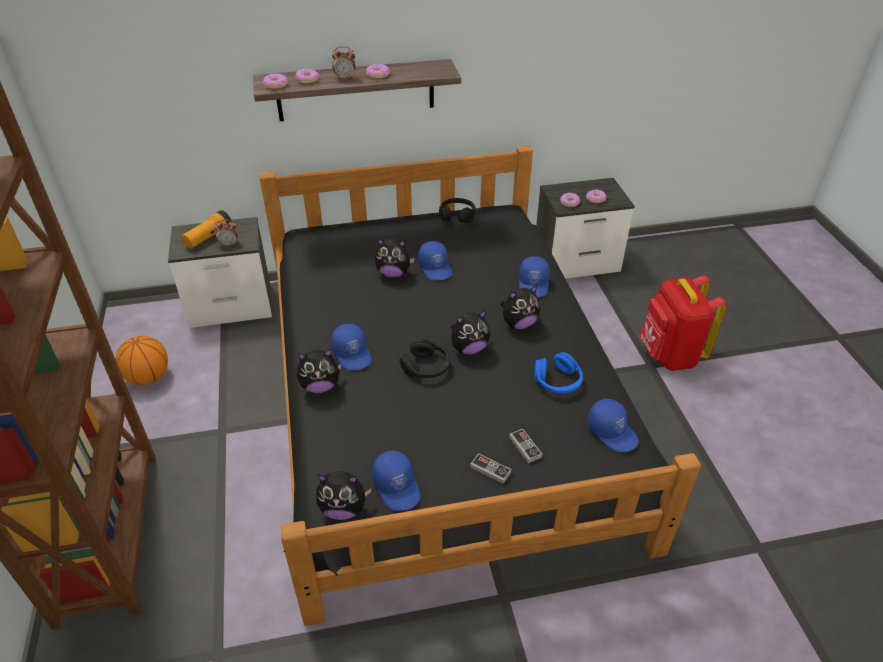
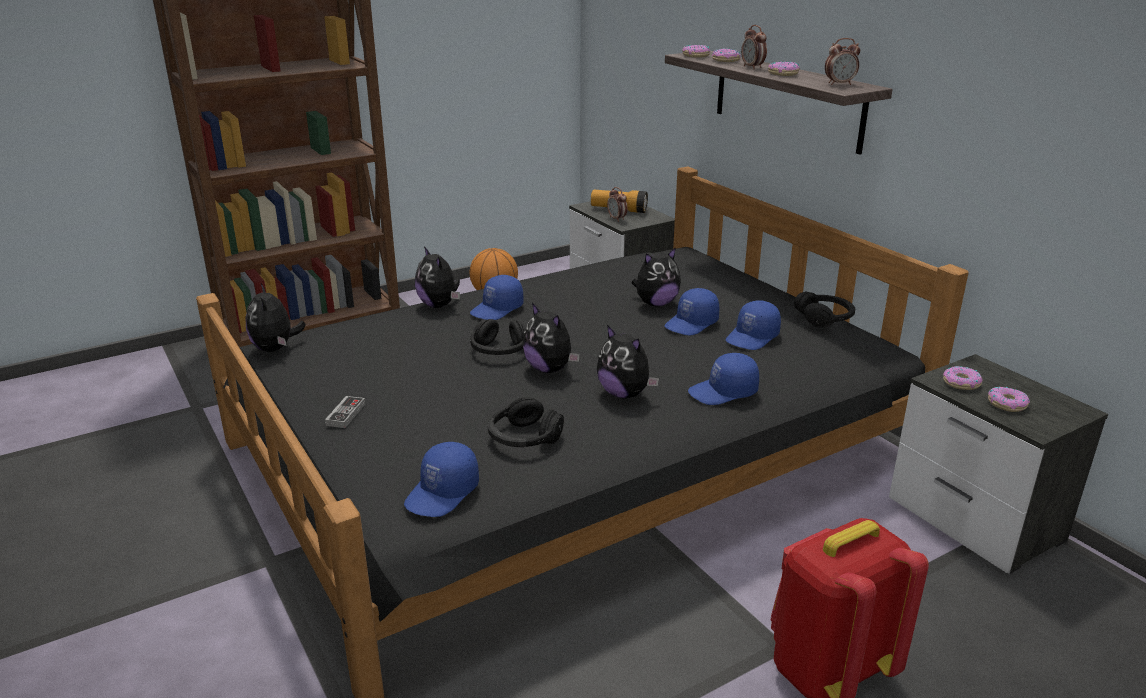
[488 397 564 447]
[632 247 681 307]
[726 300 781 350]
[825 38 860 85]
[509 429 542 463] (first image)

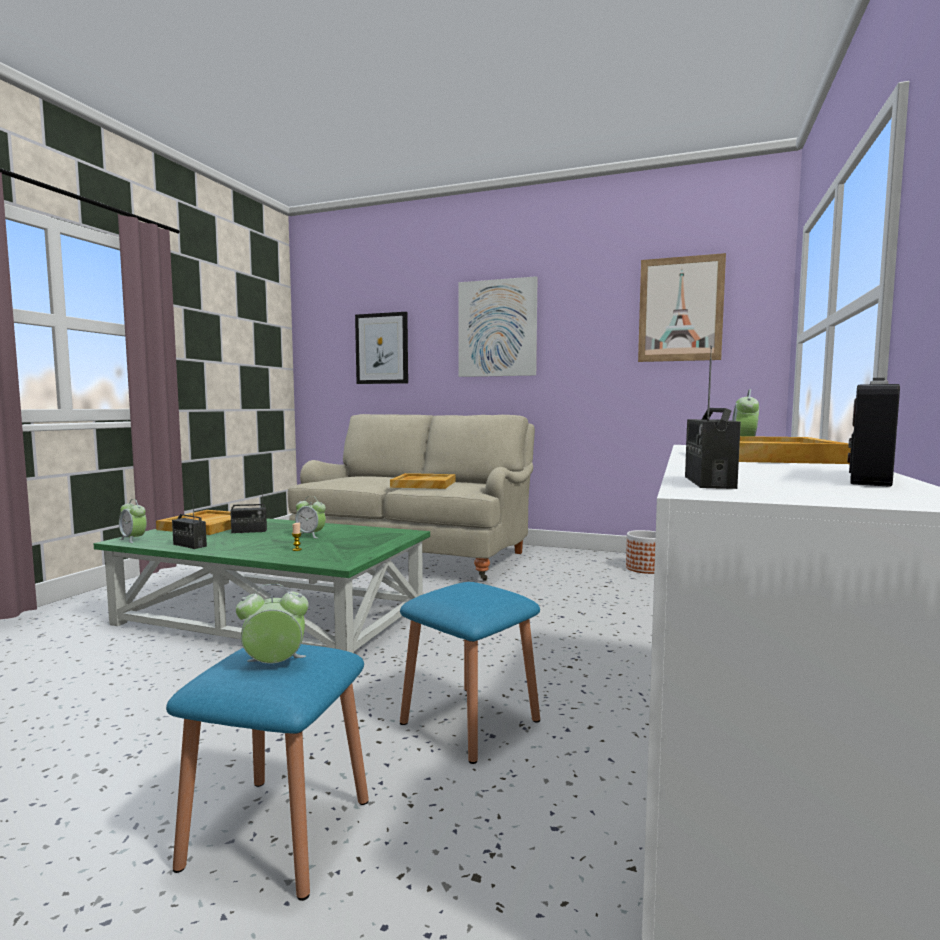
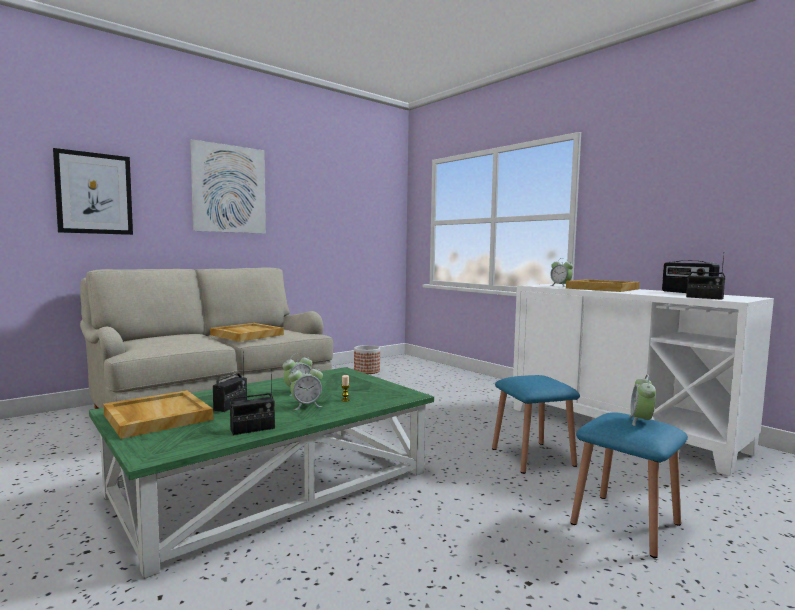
[288 364 323 410]
[638 253 726 362] (first image)

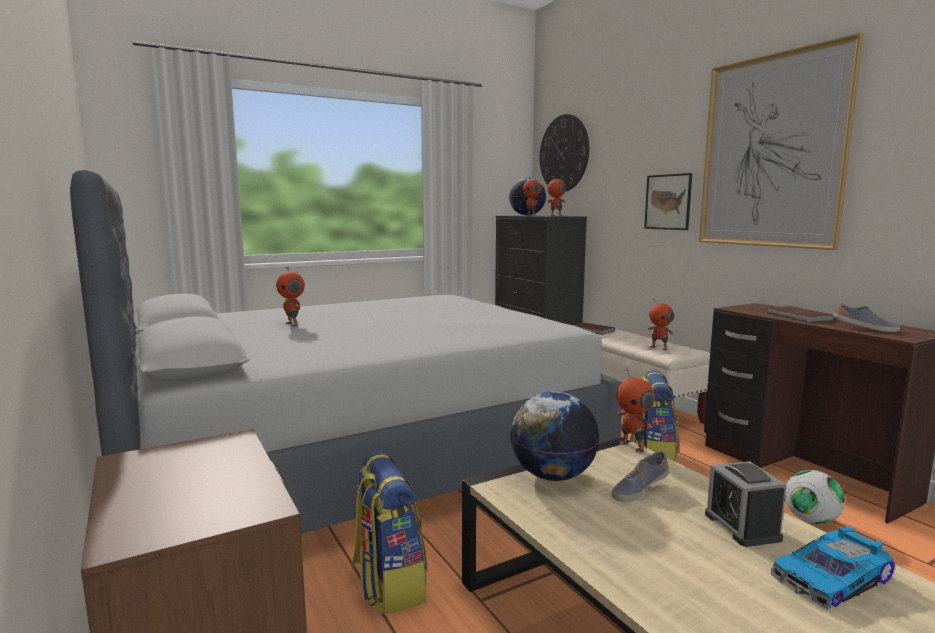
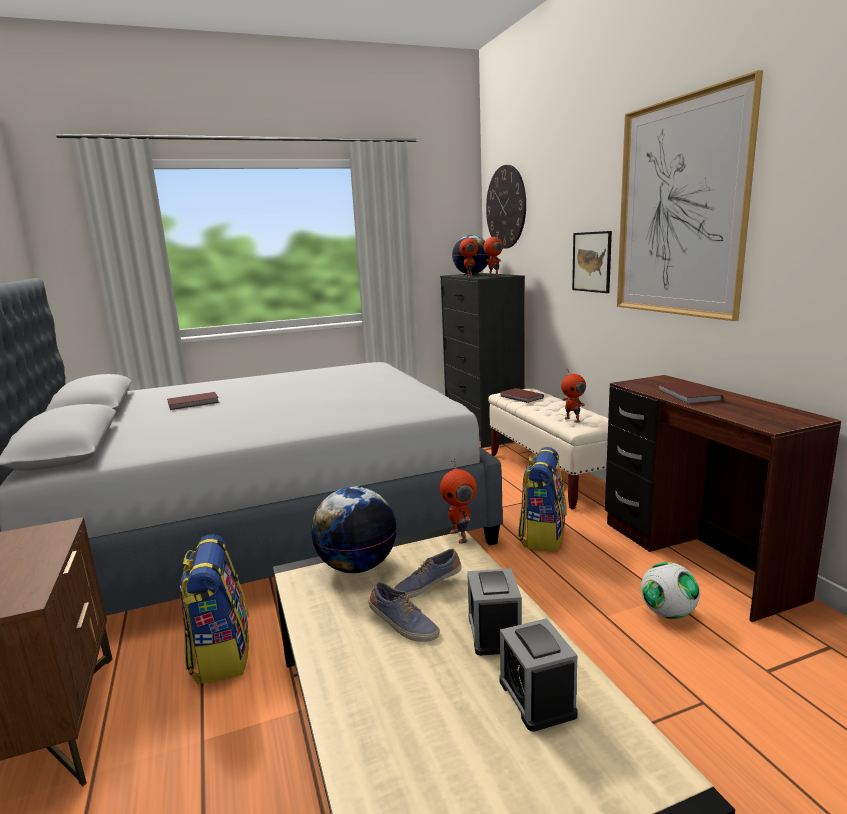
[167 392 219 410]
[369 581 440 642]
[499 618 578 732]

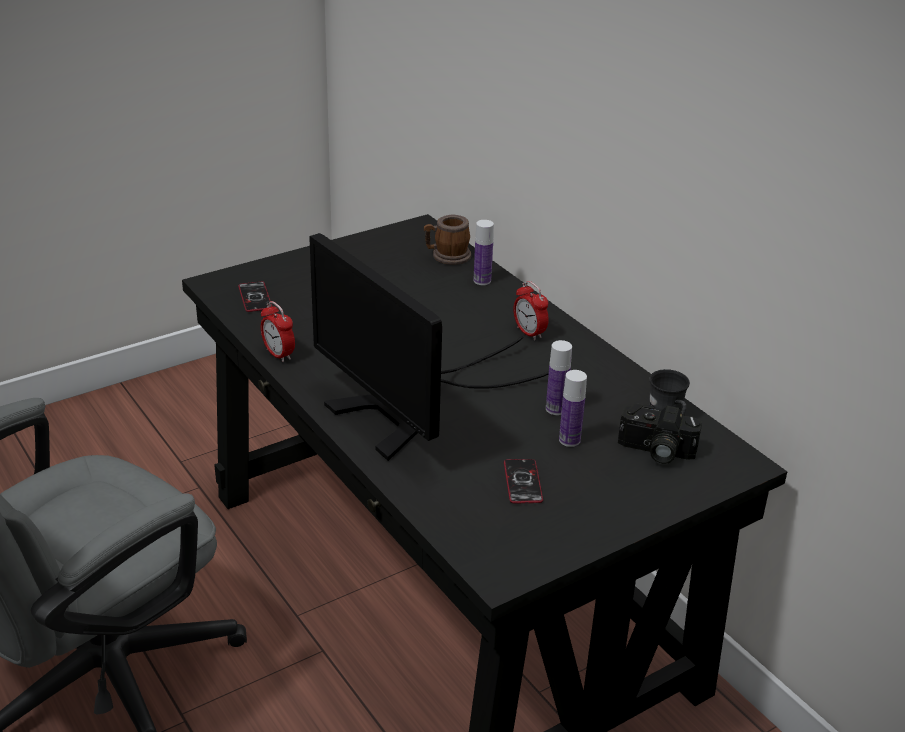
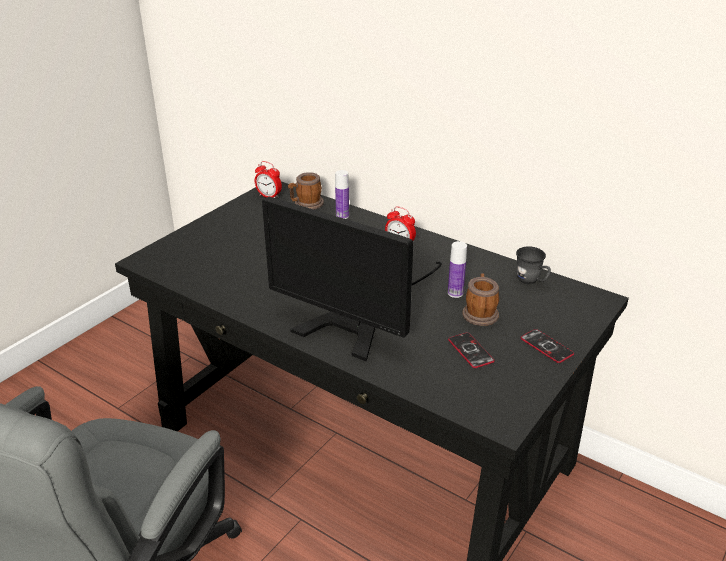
[255 161 282 198]
[462 273 499 326]
[520 329 574 363]
[618 403 702 464] (first image)

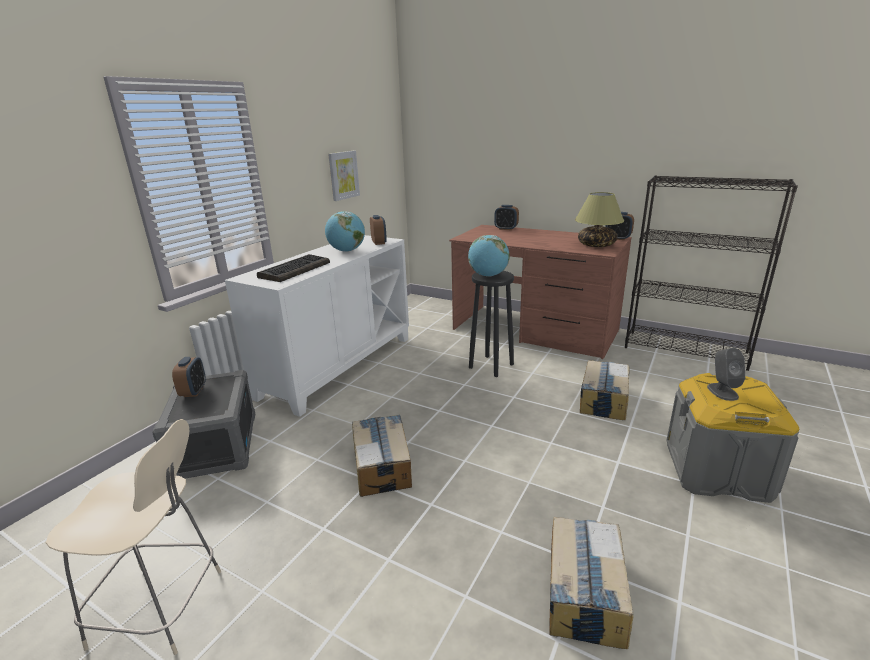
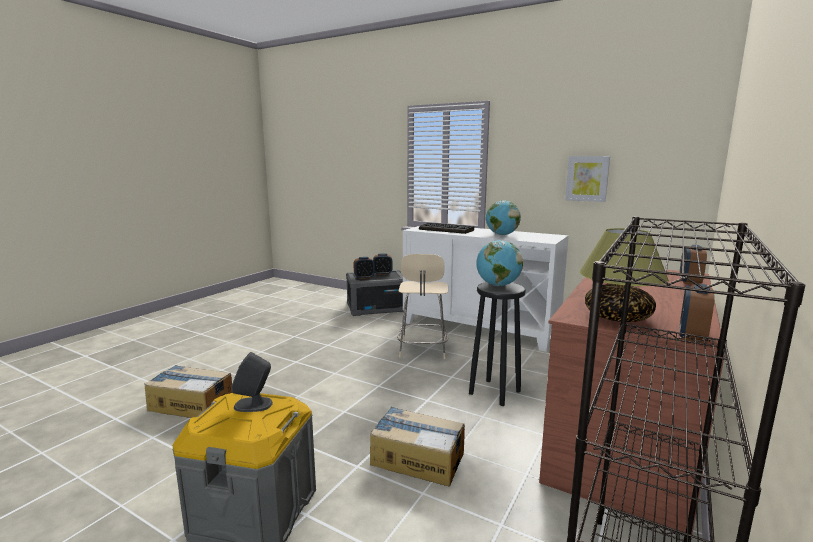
[354 257 375 279]
[397 254 448 359]
[352 415 412 497] (first image)

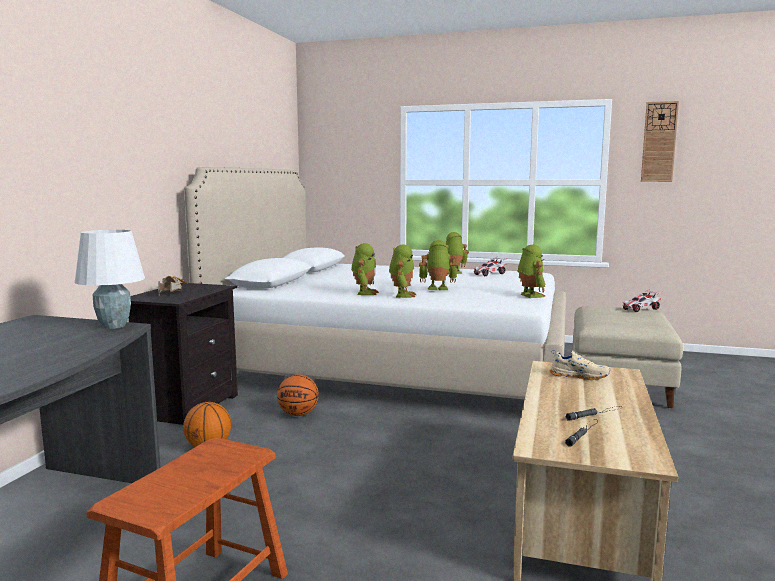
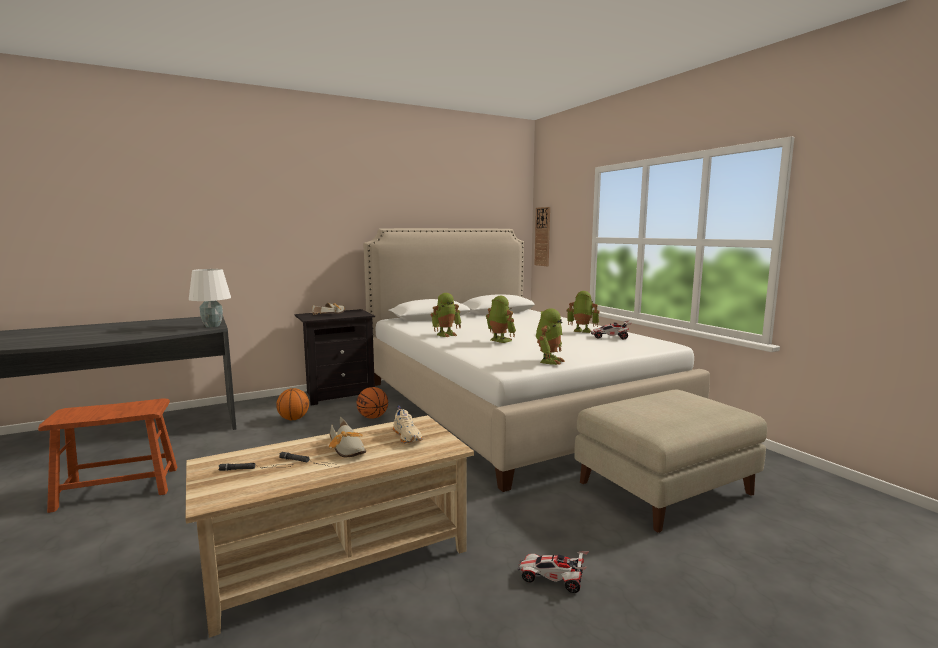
[329 417 366 457]
[518 552 589 593]
[535 207 550 266]
[389 244 416 298] (first image)

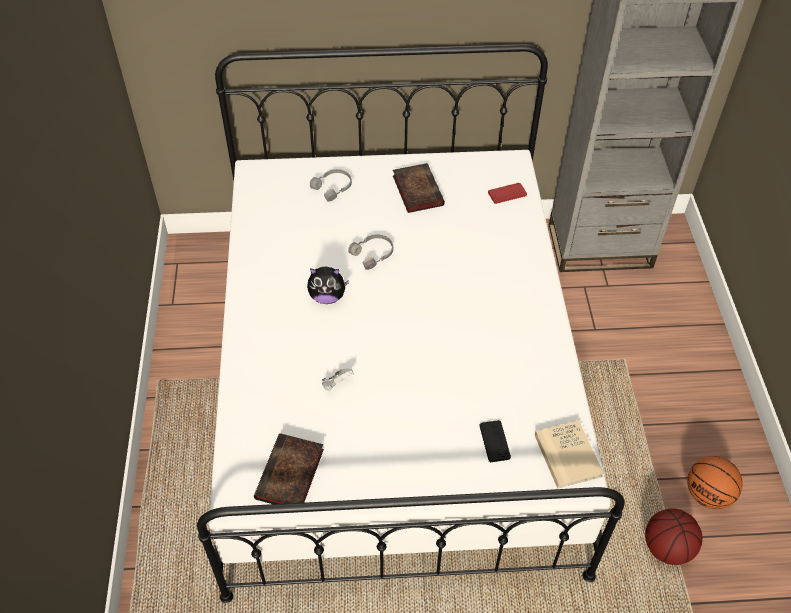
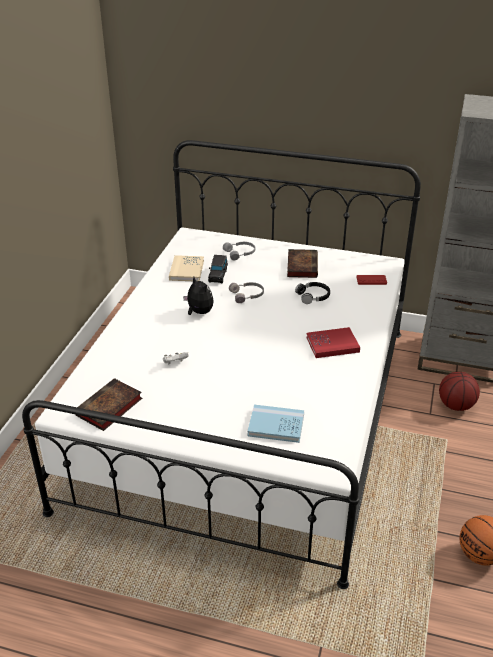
[169 255 204 281]
[183 277 214 315]
[208 255 228 283]
[247 405 304 443]
[295 282 330 304]
[306 327 360 358]
[439 372 480 411]

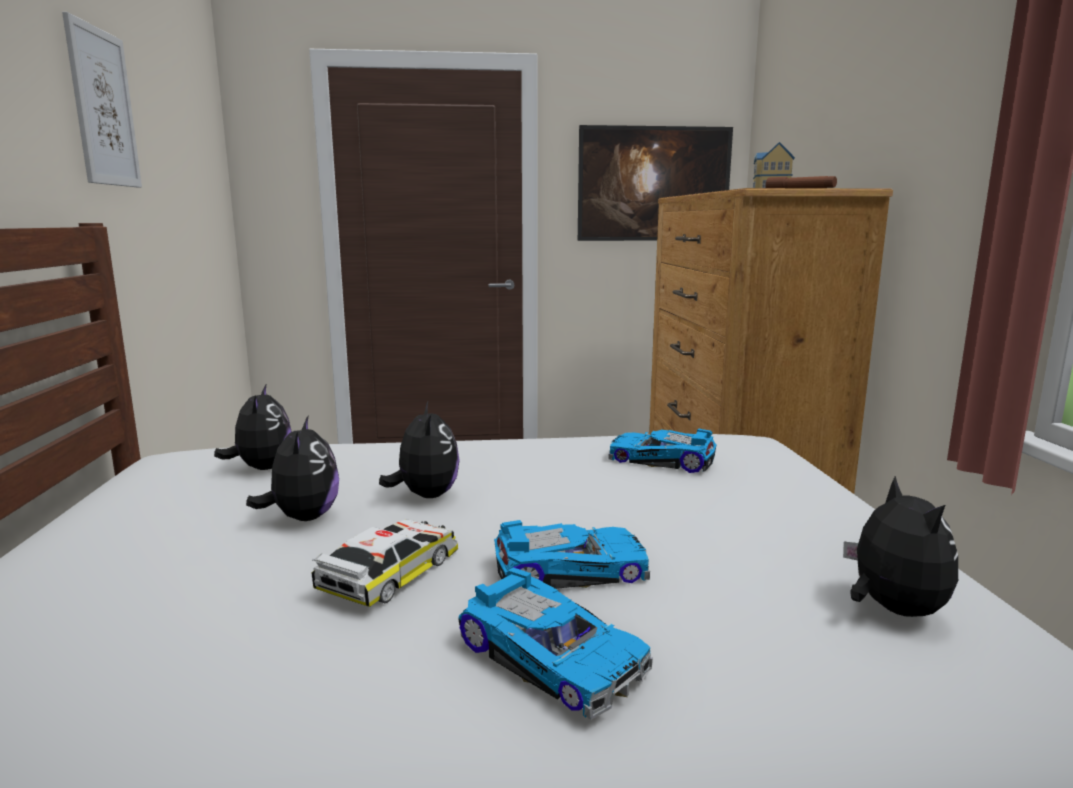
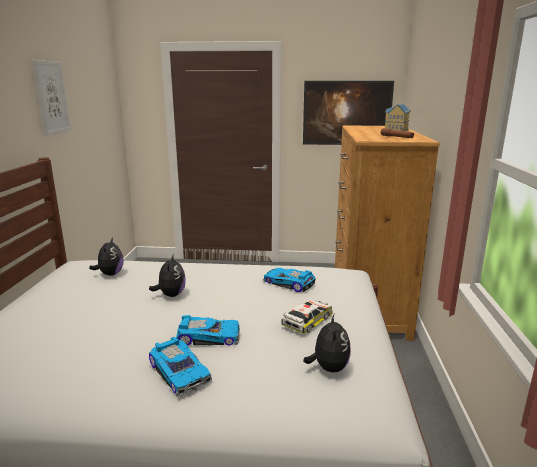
[281 300 333 334]
[246 416 339 521] (first image)

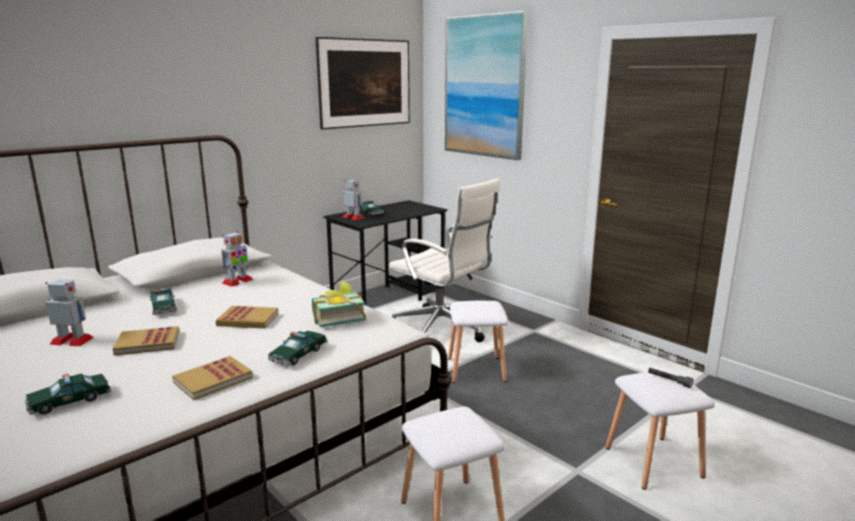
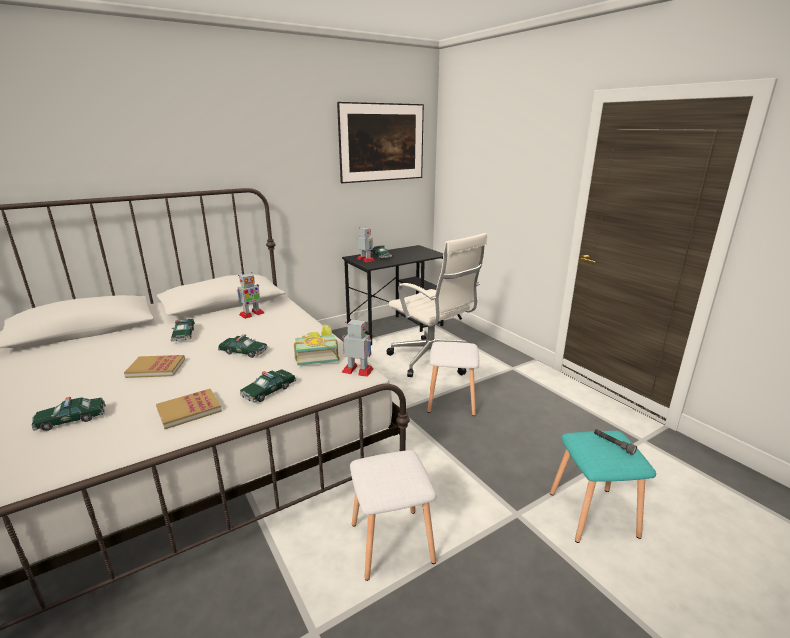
[218 334 268 358]
[342 319 373 377]
[550 431 656 543]
[445 10 528 160] (first image)

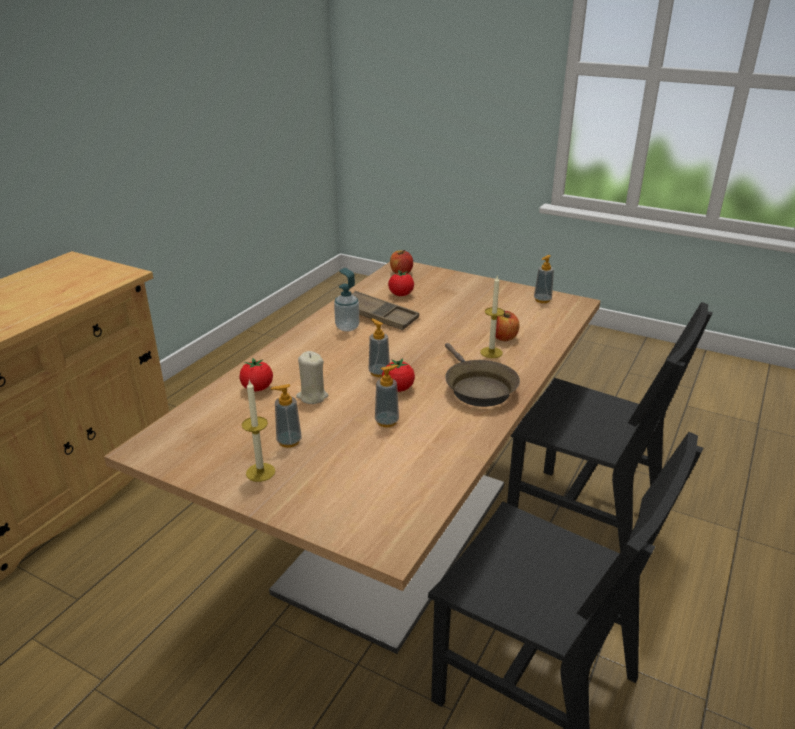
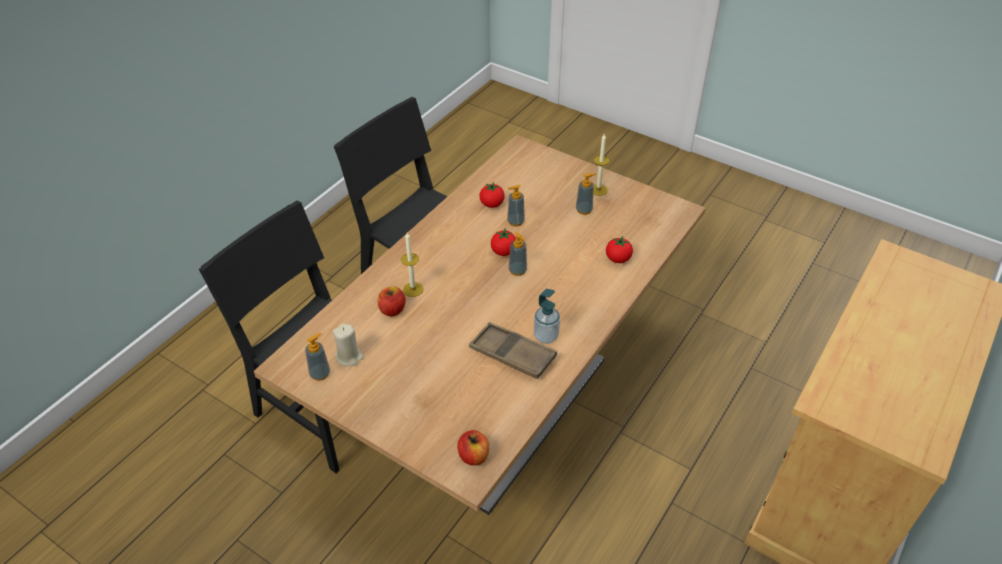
[333 324 364 366]
[480 182 505 208]
[445 343 520 407] (first image)

